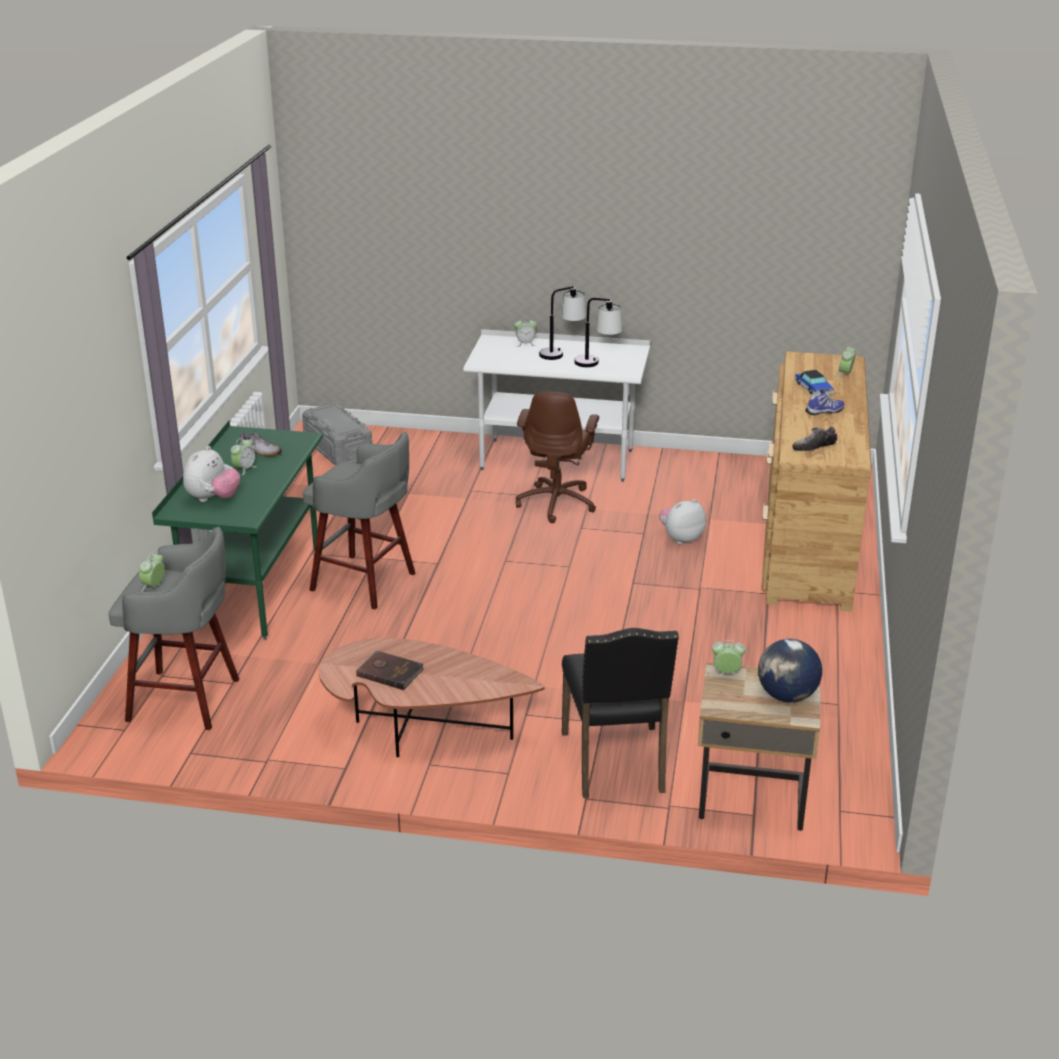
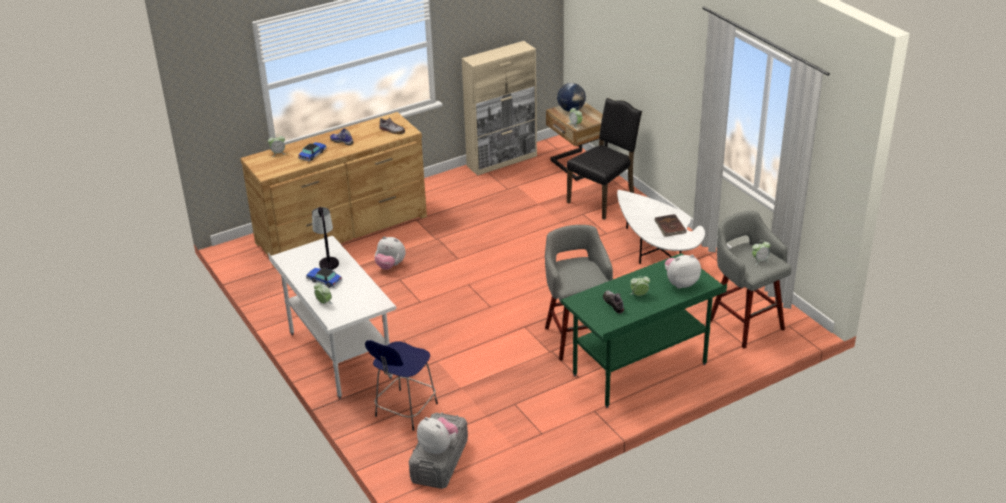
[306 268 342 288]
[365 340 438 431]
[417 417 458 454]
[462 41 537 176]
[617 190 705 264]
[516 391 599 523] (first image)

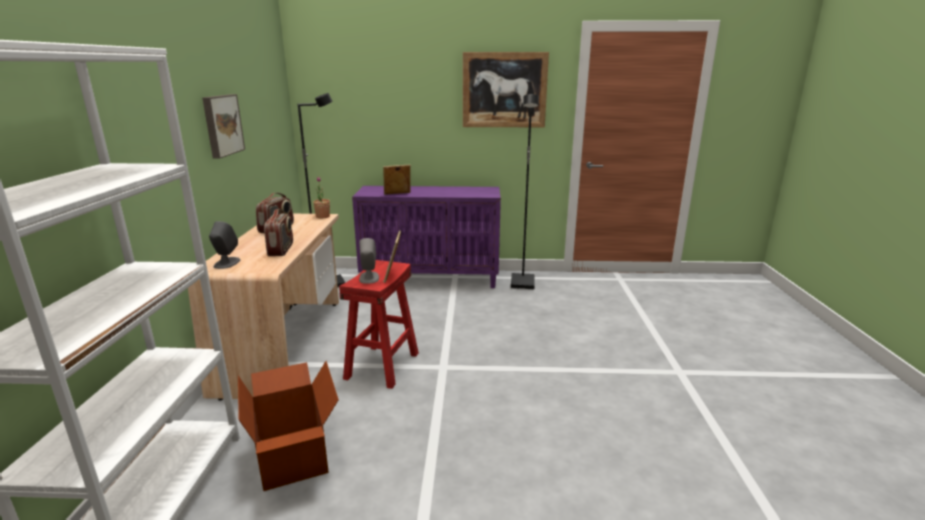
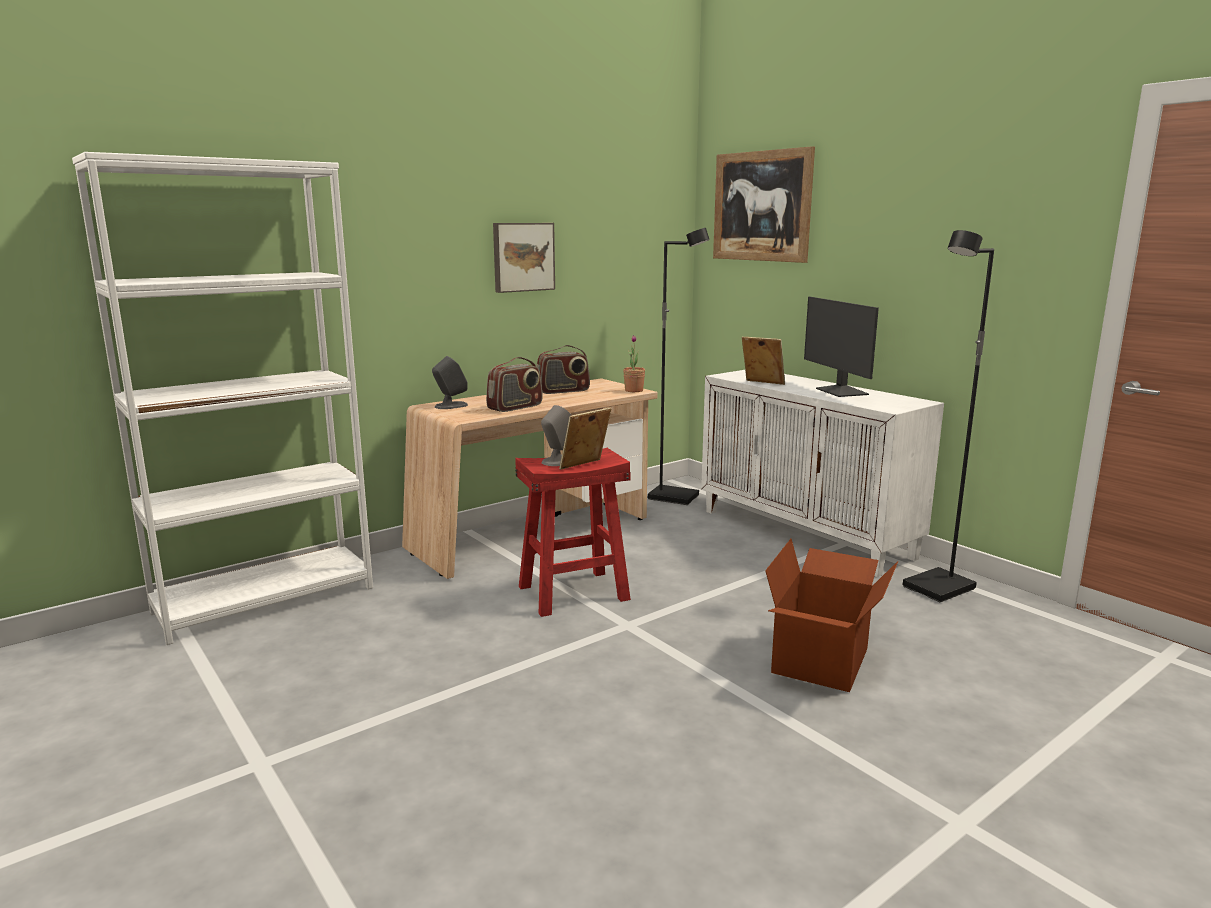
[701 370 944 577]
[713 146 815 263]
[765 539 898 692]
[804 297 879 397]

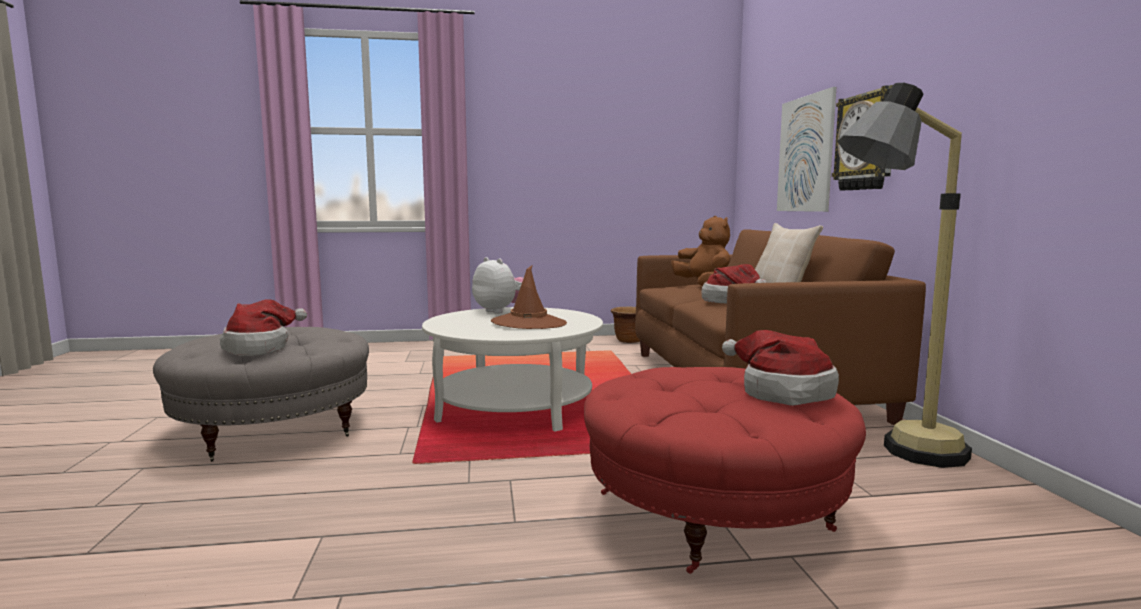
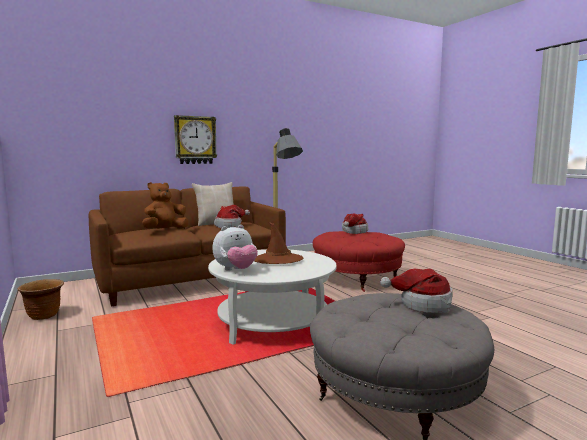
[212 225 258 270]
[777 87 836 212] (first image)

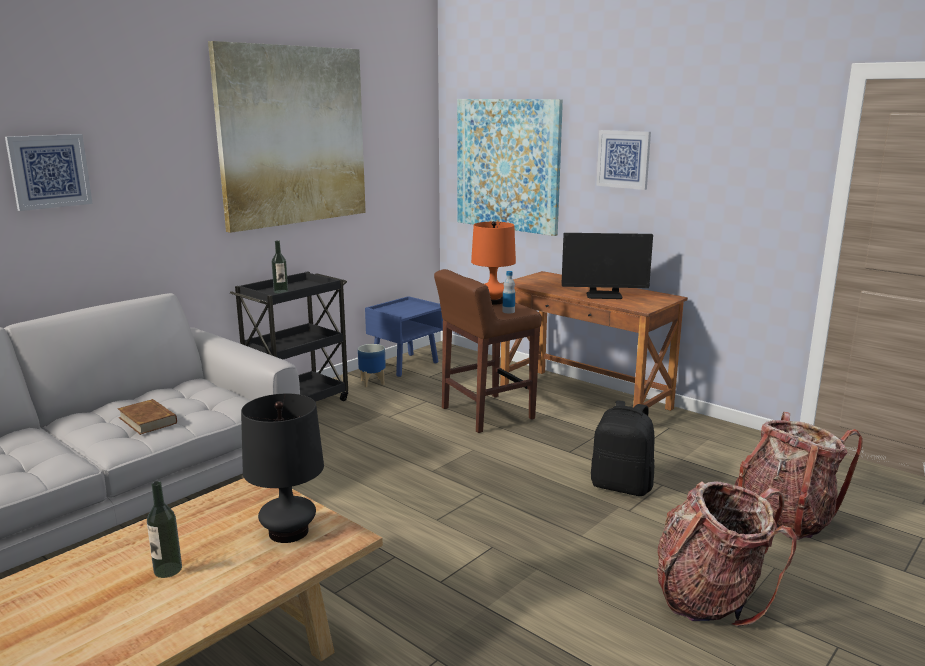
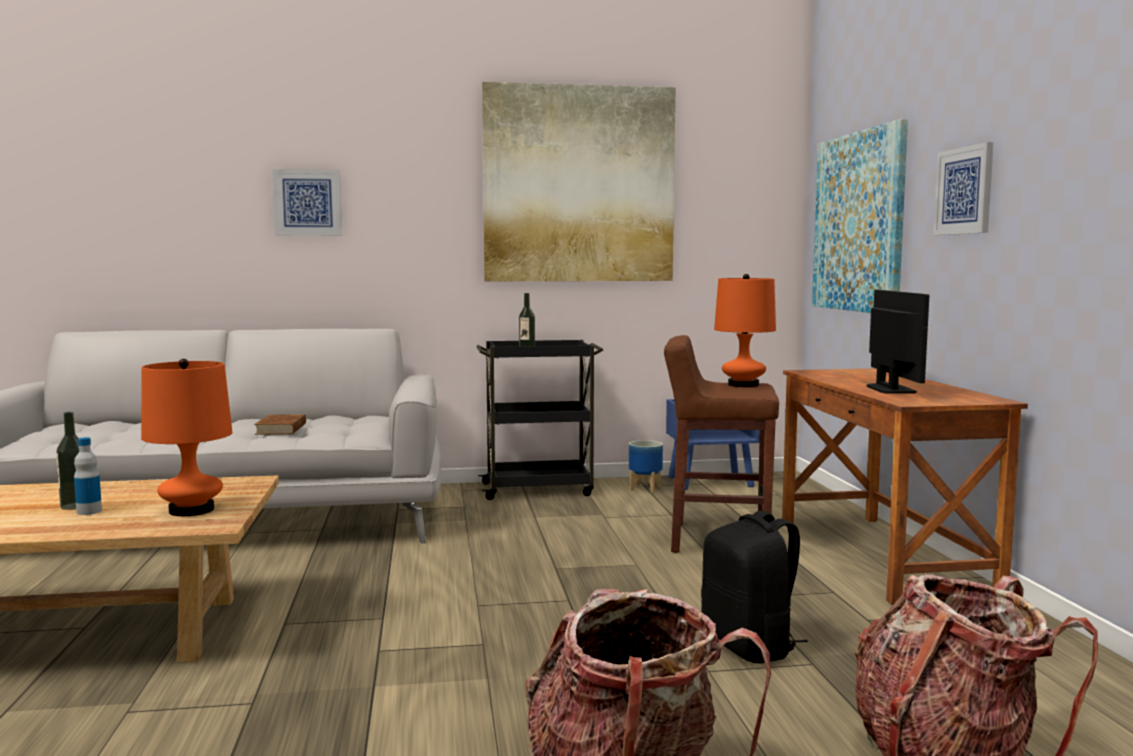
[74 437 102 515]
[141 359 232 516]
[867 290 929 394]

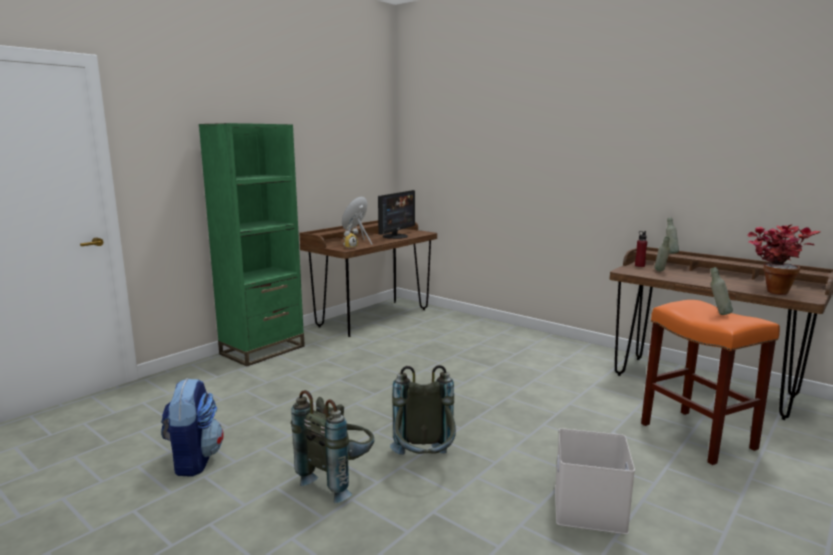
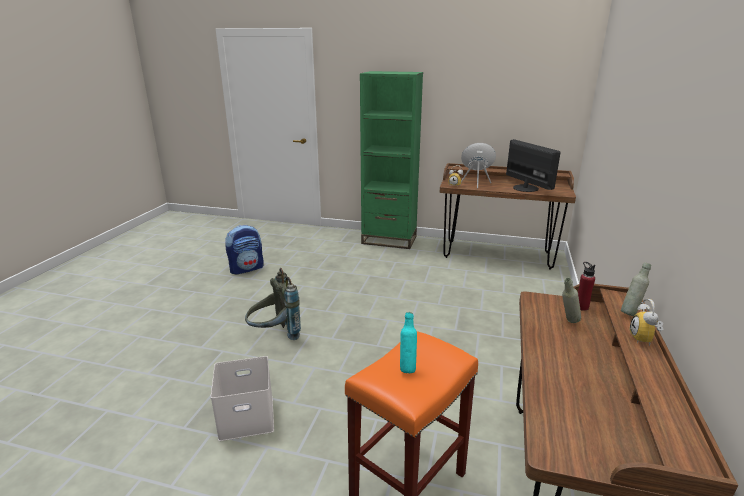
[400 312 417 373]
[506 139 561 192]
[630 299 663 346]
[291 390 374 503] (first image)
[748 224 821 295] (first image)

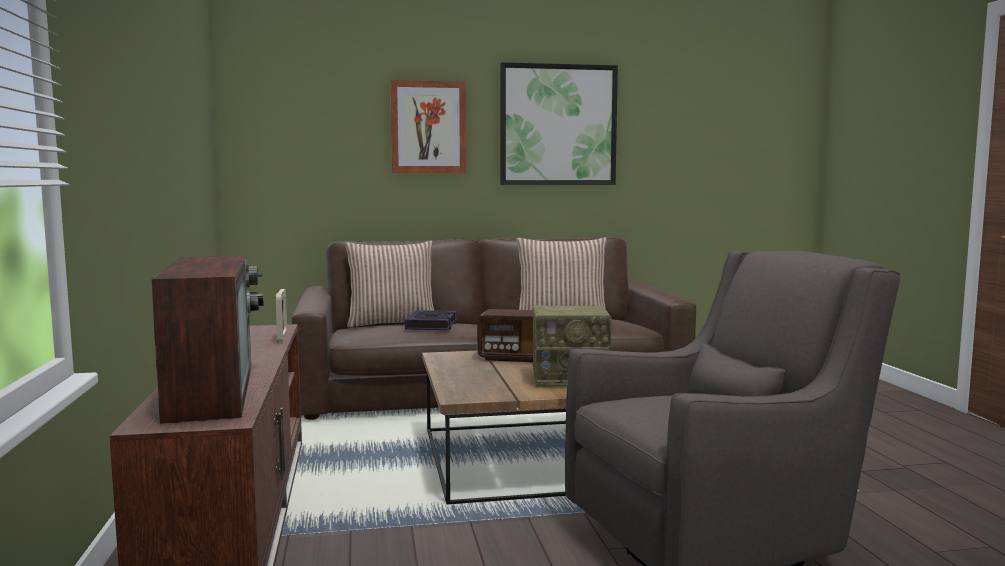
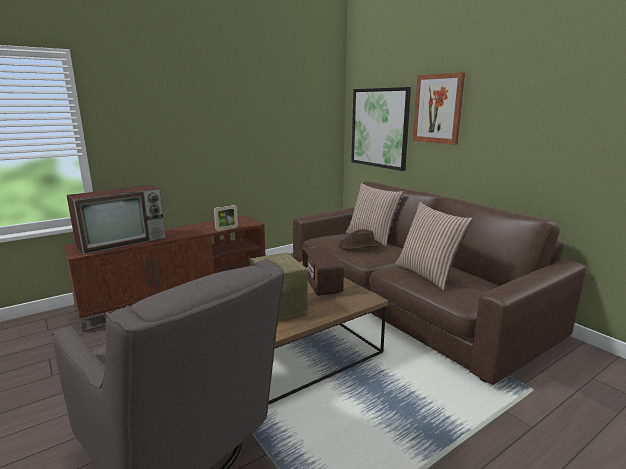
[339 229 382 249]
[351 87 411 171]

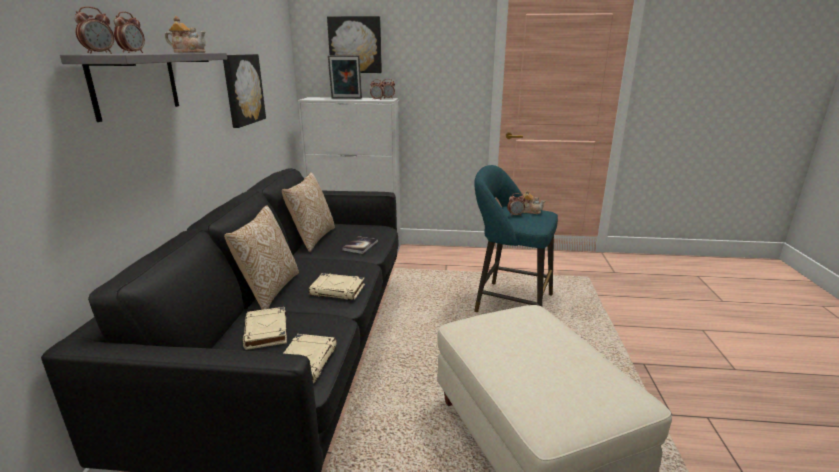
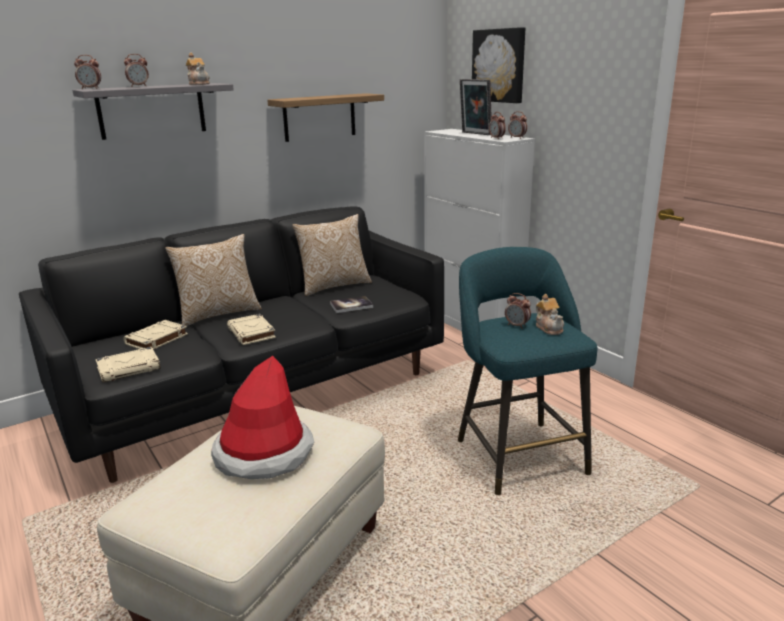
[211 356 314 479]
[267 93 384 142]

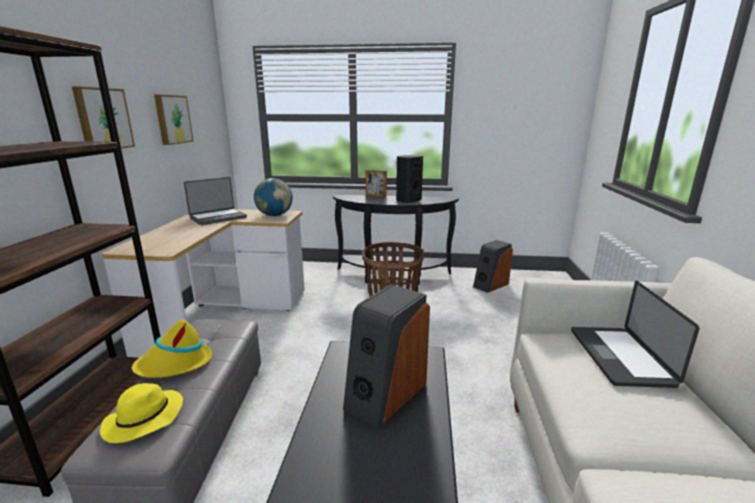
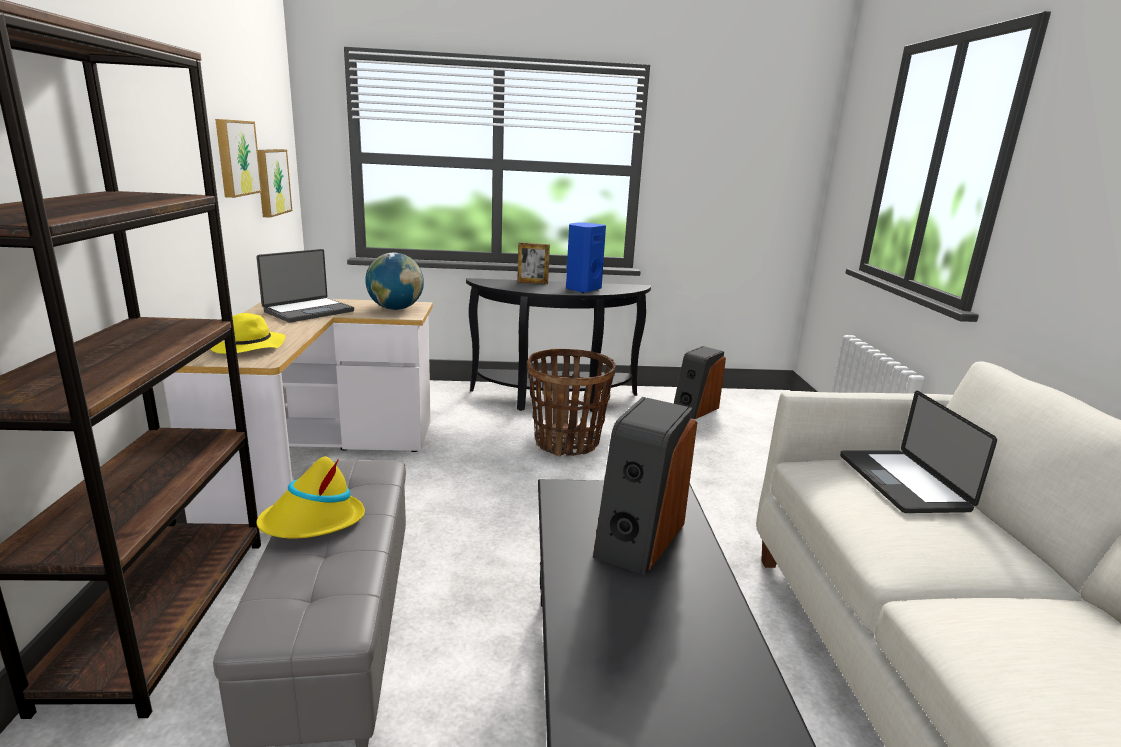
[210 313 285 354]
[258 149 292 218]
[566 223 606 293]

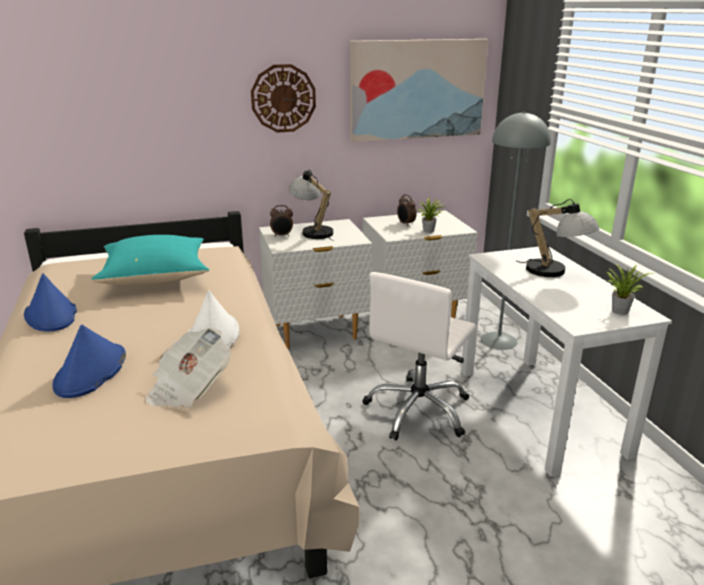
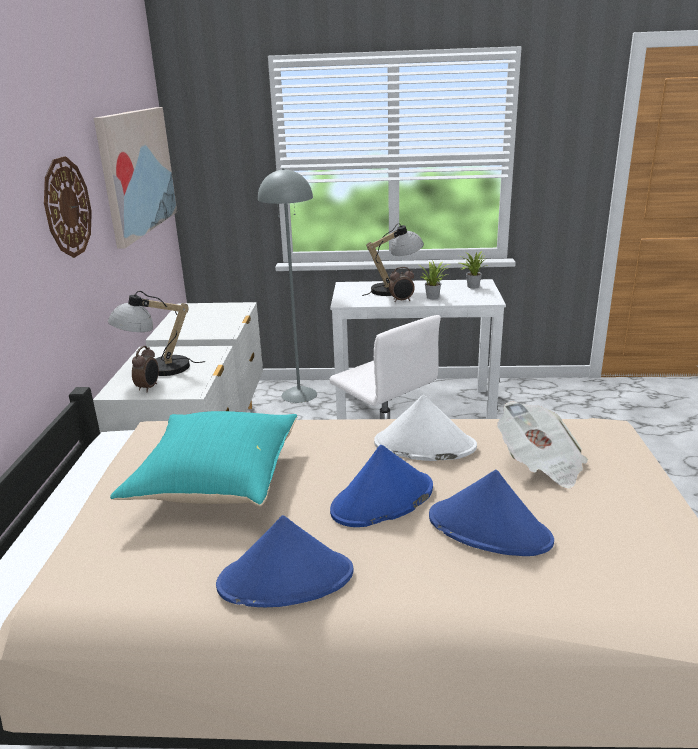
[330 445 433 527]
[389 267 415 302]
[417 260 450 299]

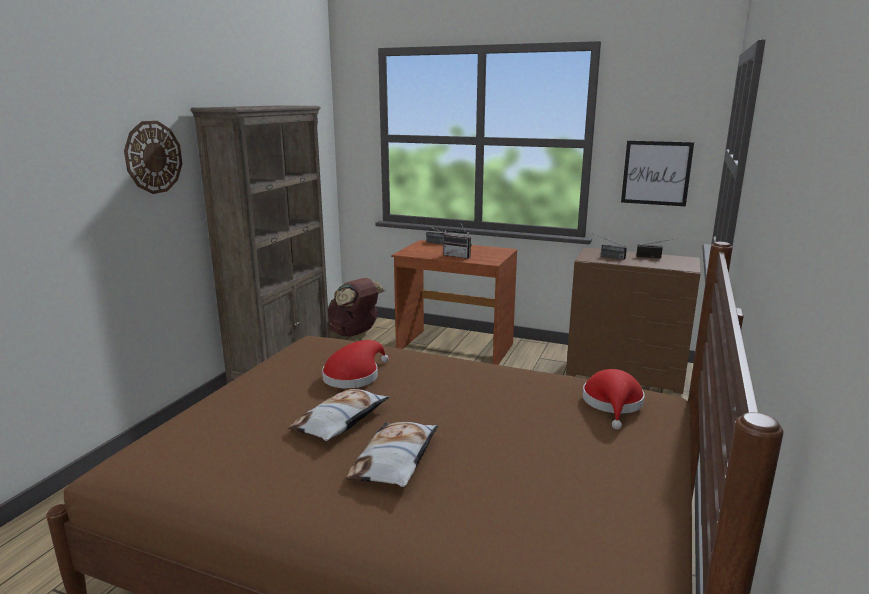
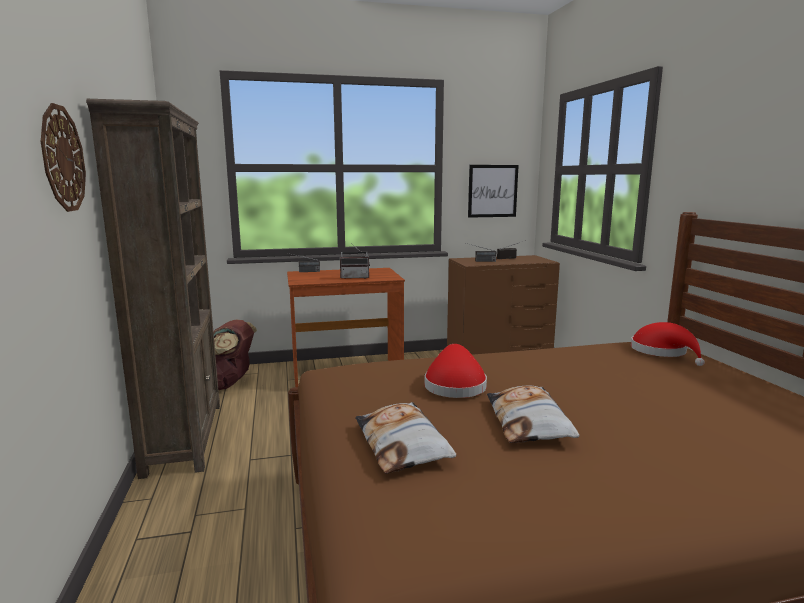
[355 402 457 474]

